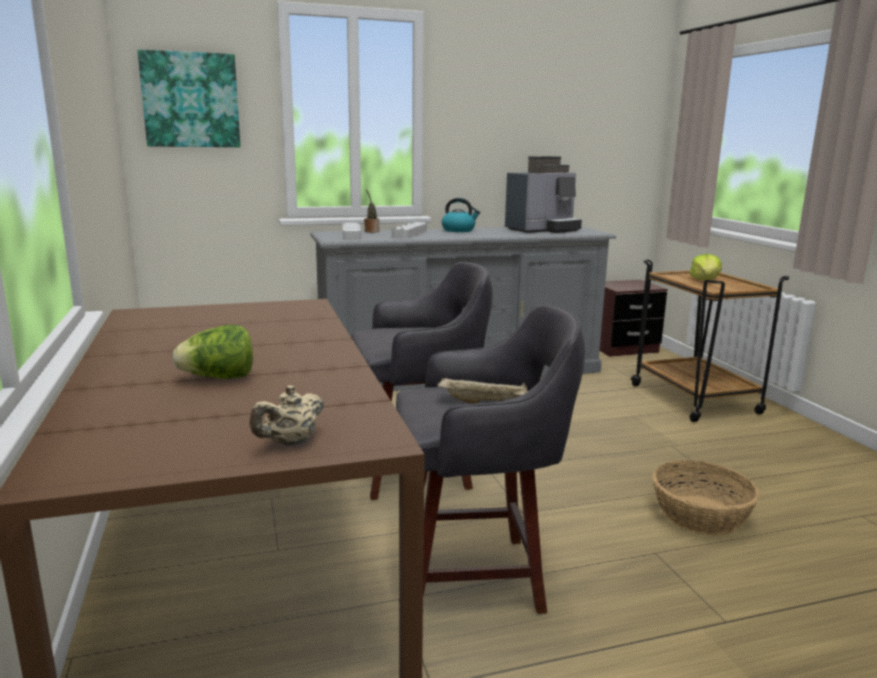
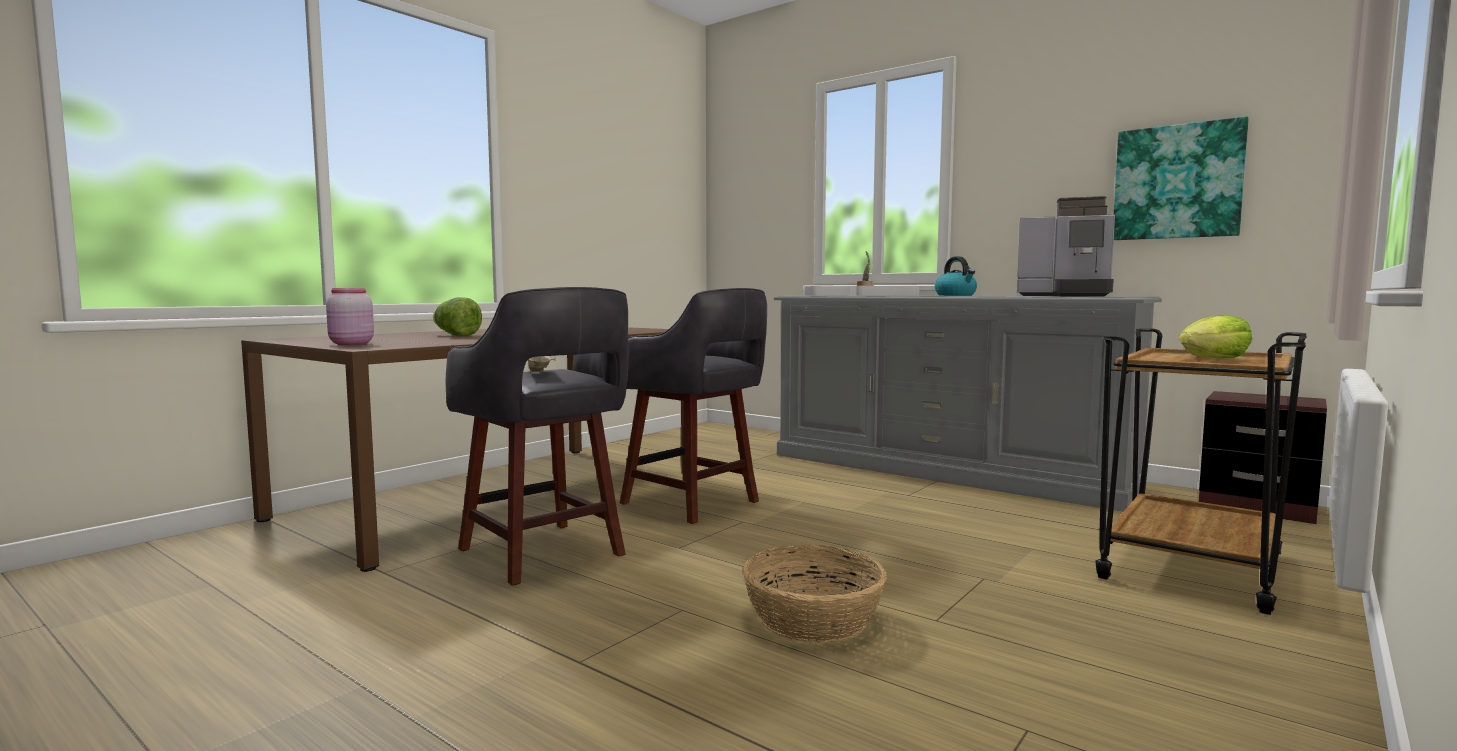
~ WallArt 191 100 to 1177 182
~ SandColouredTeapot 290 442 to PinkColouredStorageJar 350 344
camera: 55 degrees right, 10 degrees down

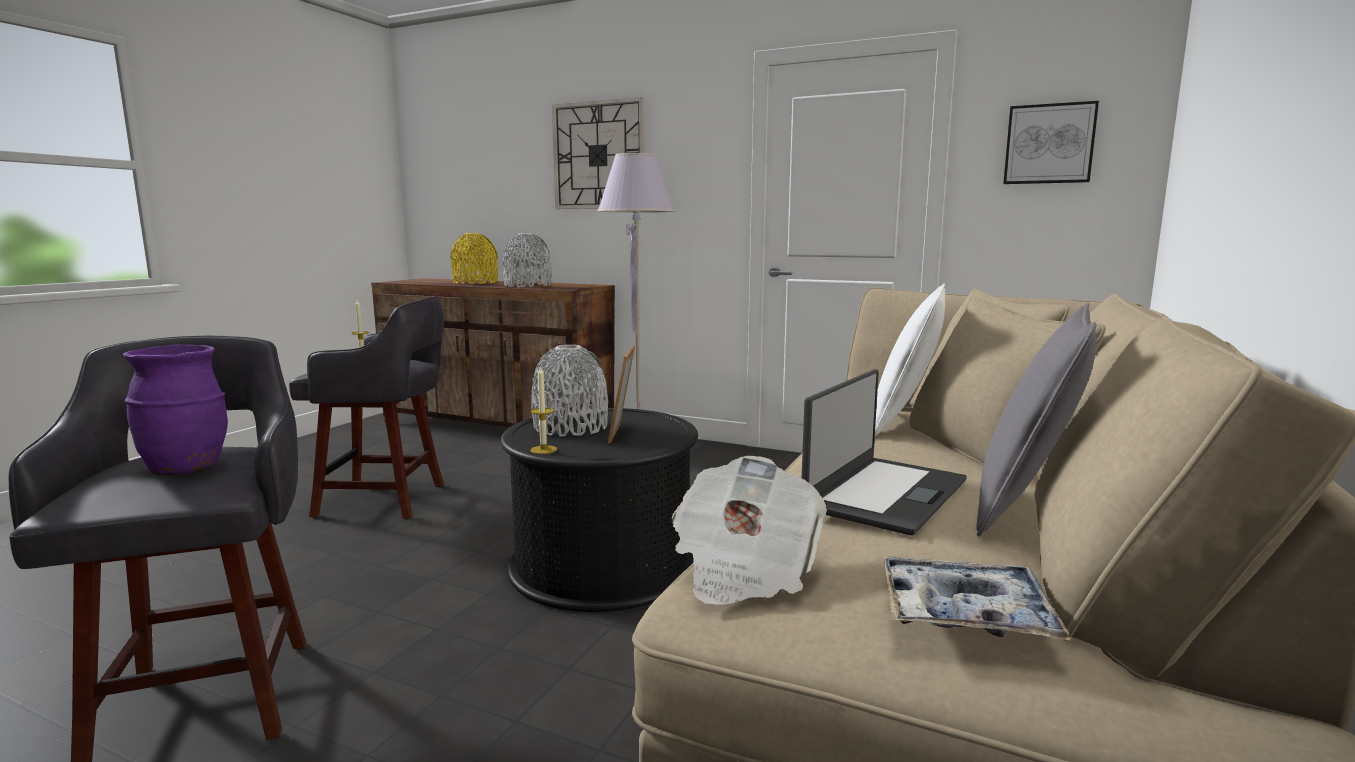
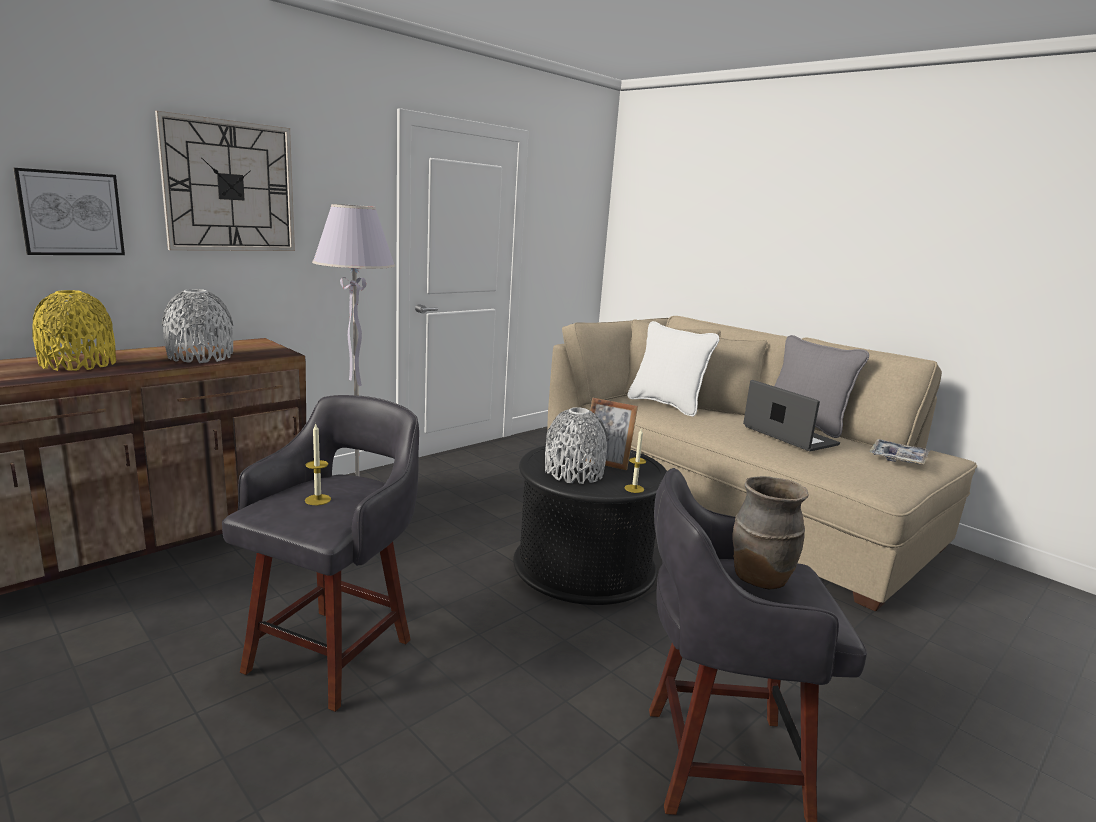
~ PurpleVase 187 469 to BrownColouredVase 759 579
- Newspaper 744 568
~ WallArt 1049 144 to 71 213
camera: 70 degrees left, 5 degrees up

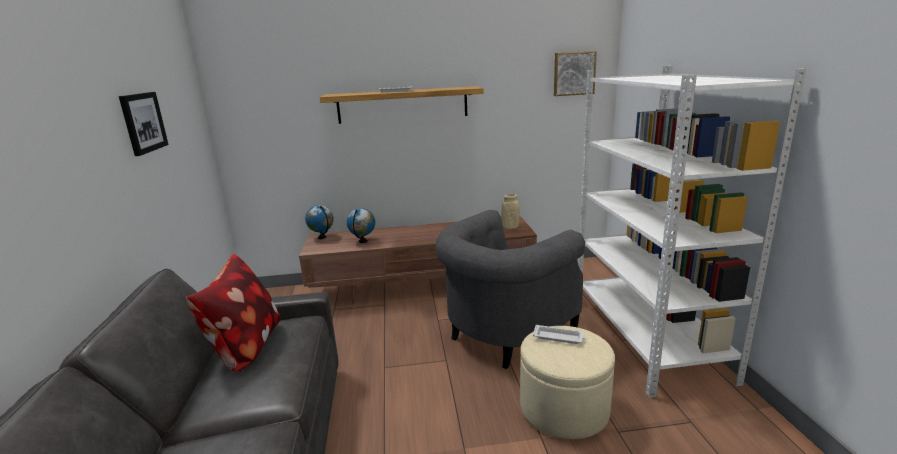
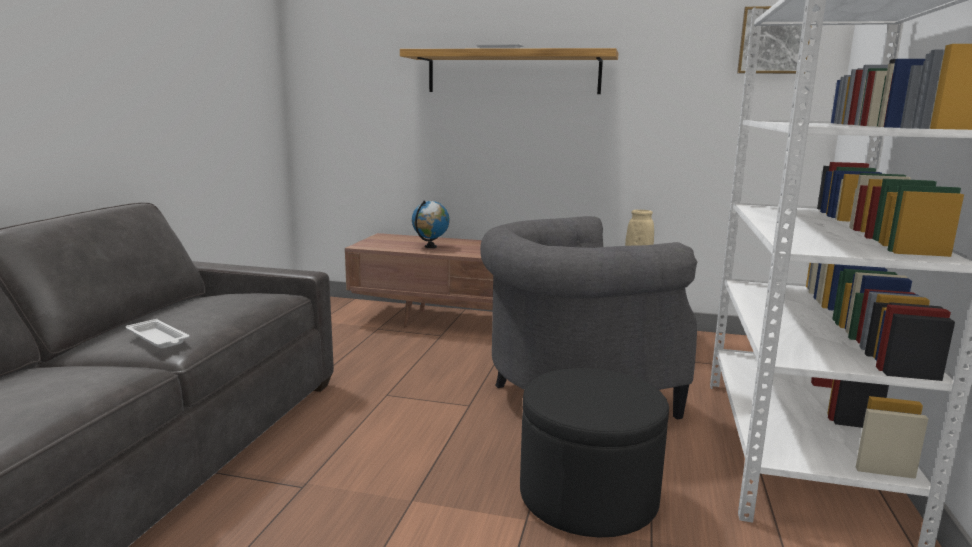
- WallArt 143 122
- Cushion 245 347
- Globe 322 237
~ SandColouredOttoman 563 409 to BlackColouredOttoman 588 497
~ WhiteServingTray 559 337 to 158 338
camera: 20 degrees right, 5 degrees down

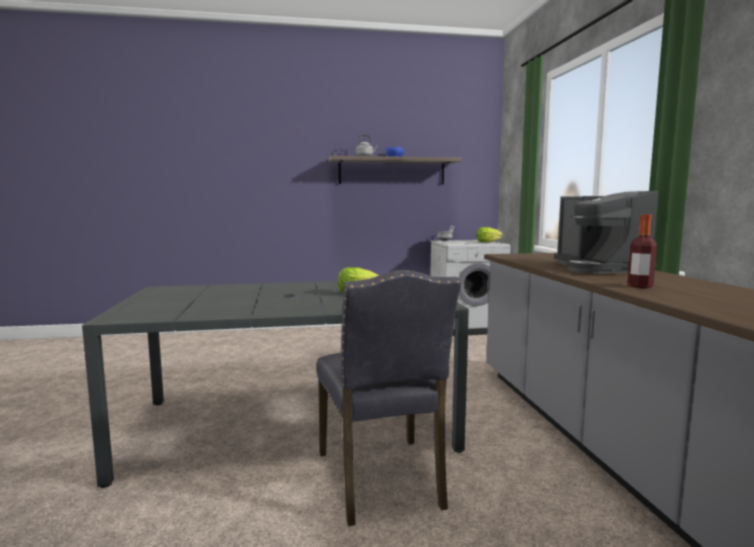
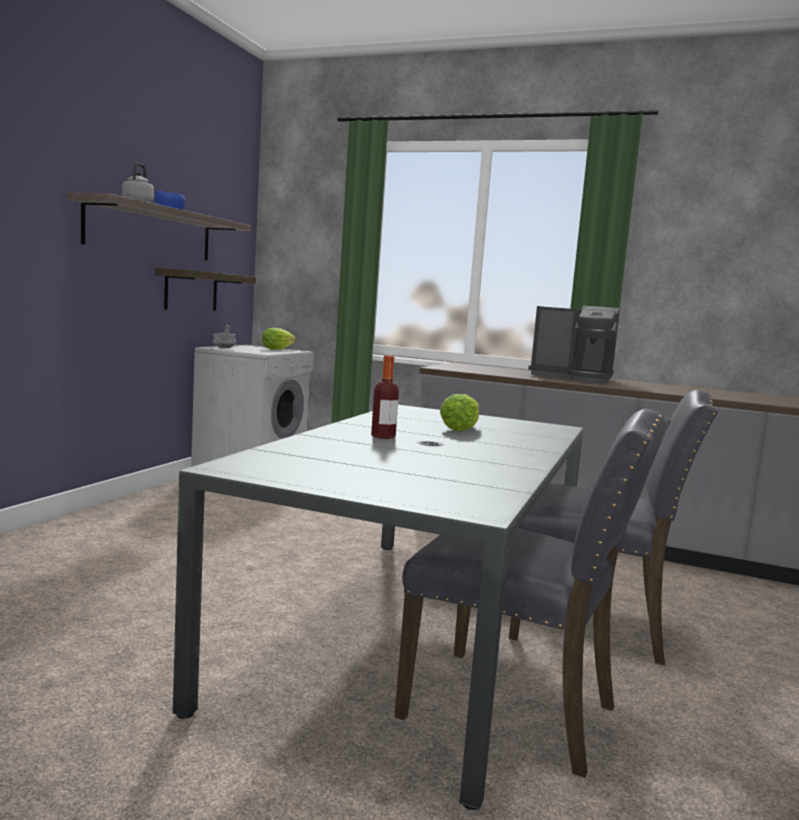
~ BeverageBottle 640 286 to 383 436
+ Shelf 191 290
+ GrayUprightChair 515 711
camera: 60 degrees left, 0 degrees up

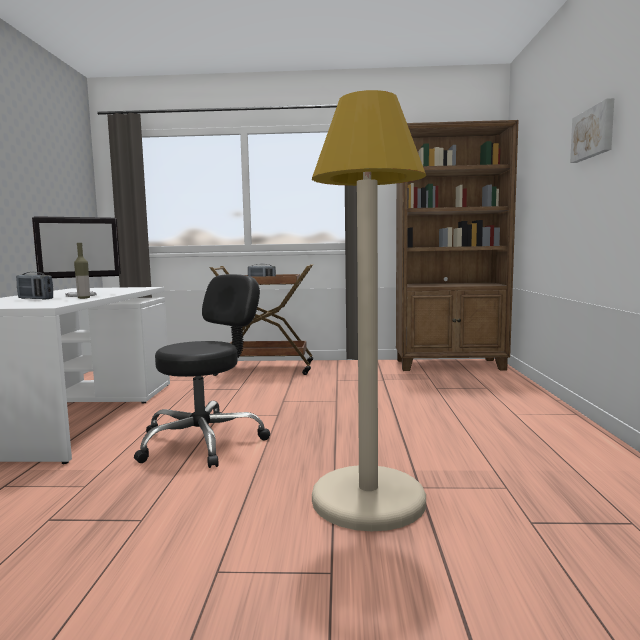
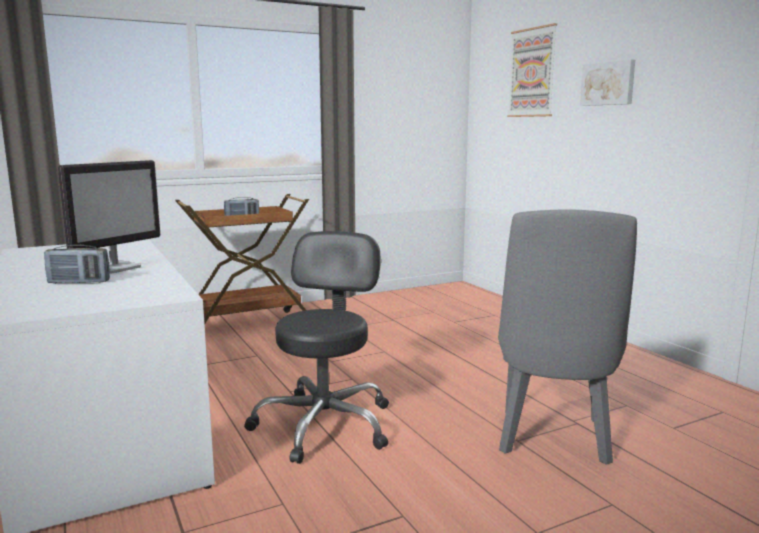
- BeverageBottle 84 298
~ SandColouredFloorLamp 368 499 to GrayUprightChair 553 441
- BrownColouredShelvingUnit 450 365
+ WallArt 532 73
camera: 30 degrees left, 5 degrees up

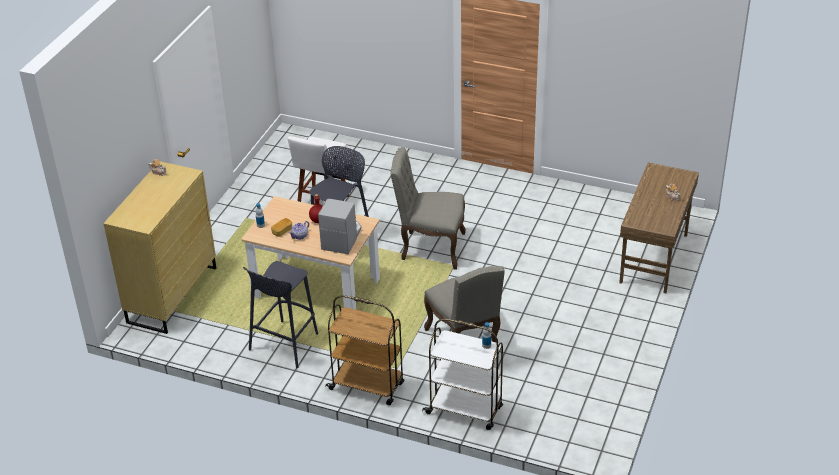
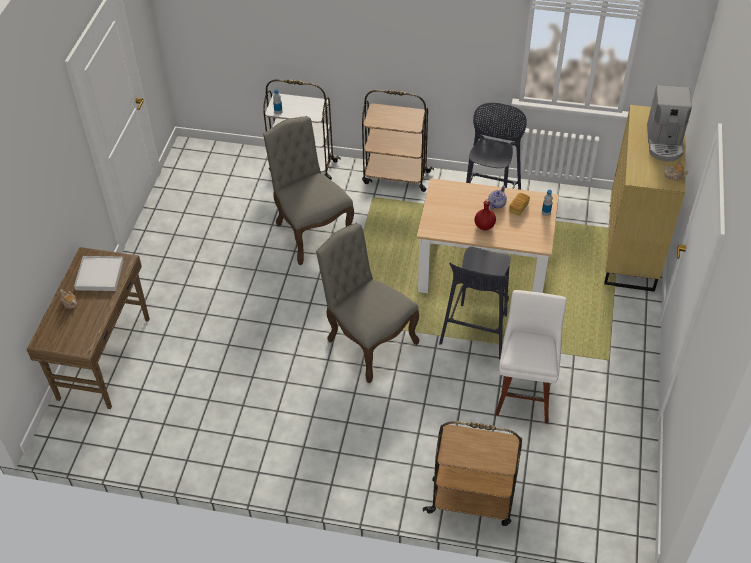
~ CoffeeBrewer 342 238 to 664 142
~ GrayUprightChair 431 248 = 369 342 135 degrees counterclockwise
+ WhiteServingTray 100 275
+ BrownColouredTrolley 471 503
camera: 170 degrees right, 10 degrees up

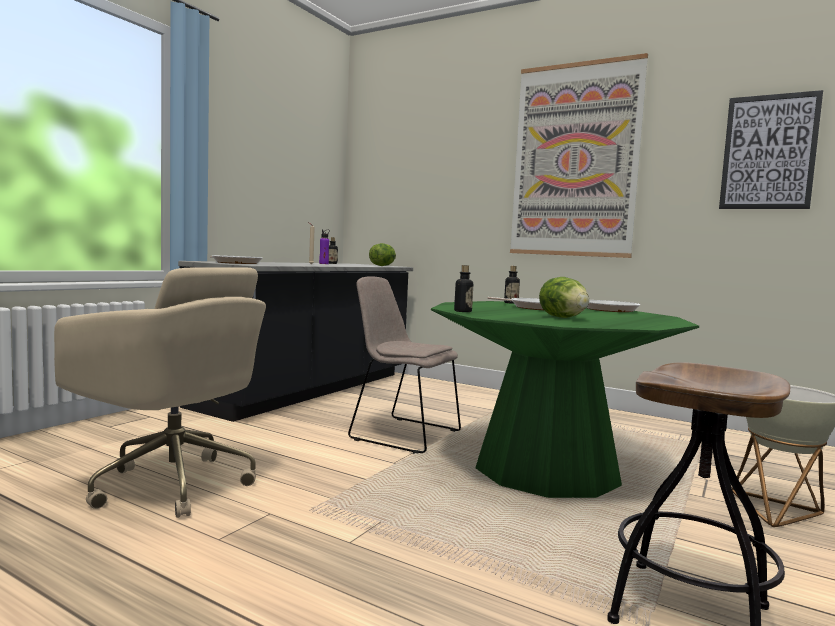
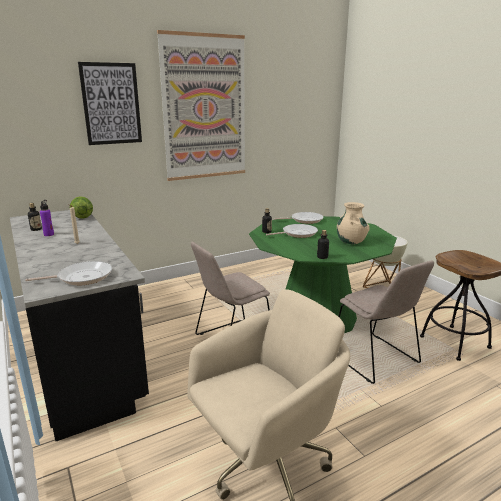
~ HeadOfLettuce 563 318 to SandColouredVase 351 242
~ WallArt 768 152 to 111 104
+ SandColouredUprightChair 376 360
camera: 60 degrees left, 15 degrees up

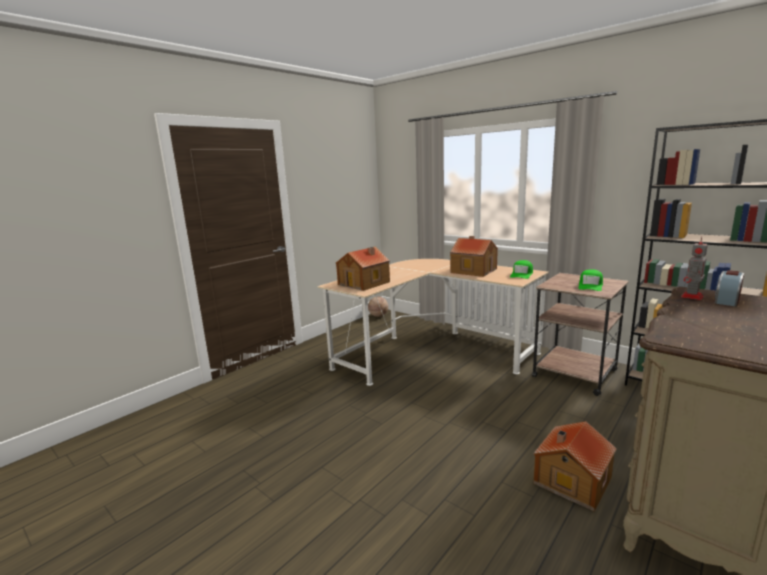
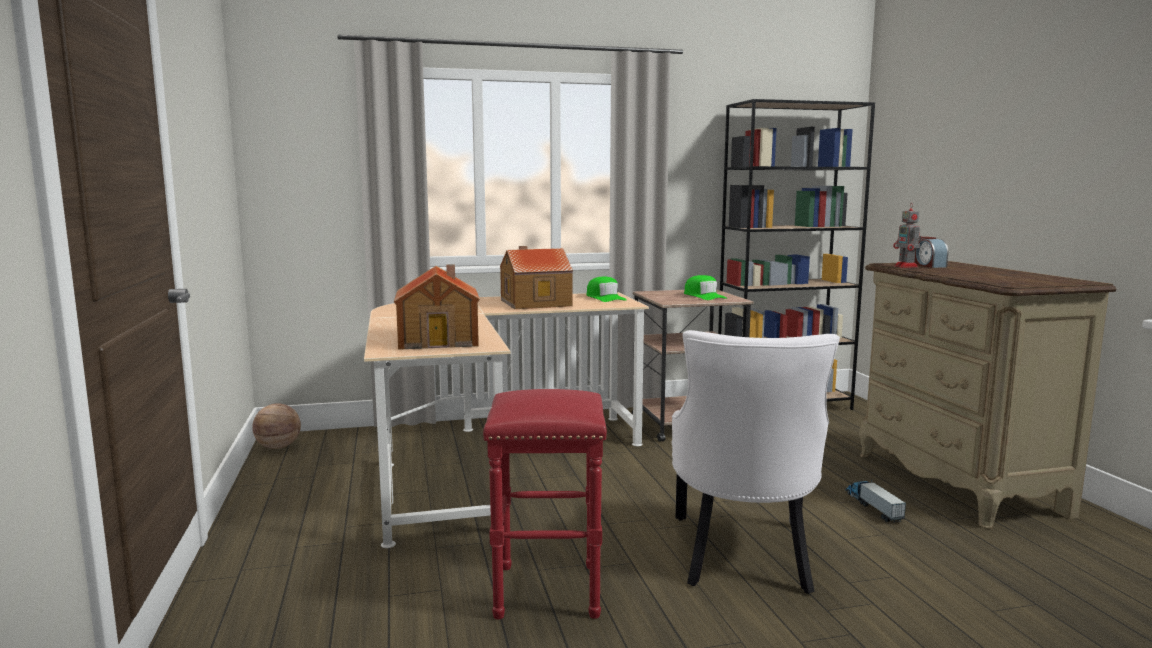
~ MiniatureHouse 570 480 to ToyLorry 872 507
+ ReddishStoolSeat 545 591
+ WhiteUprightChair 741 551
camera: 55 degrees left, 5 degrees down

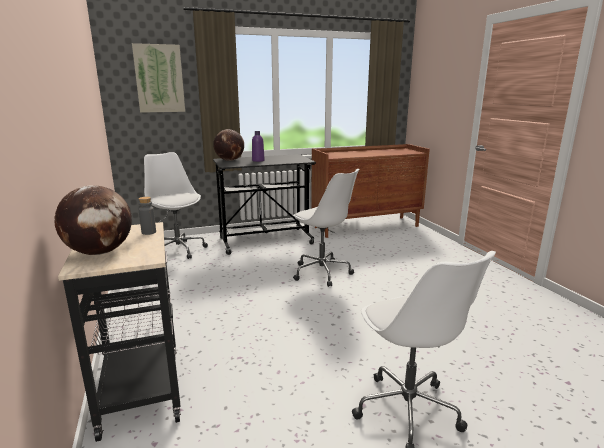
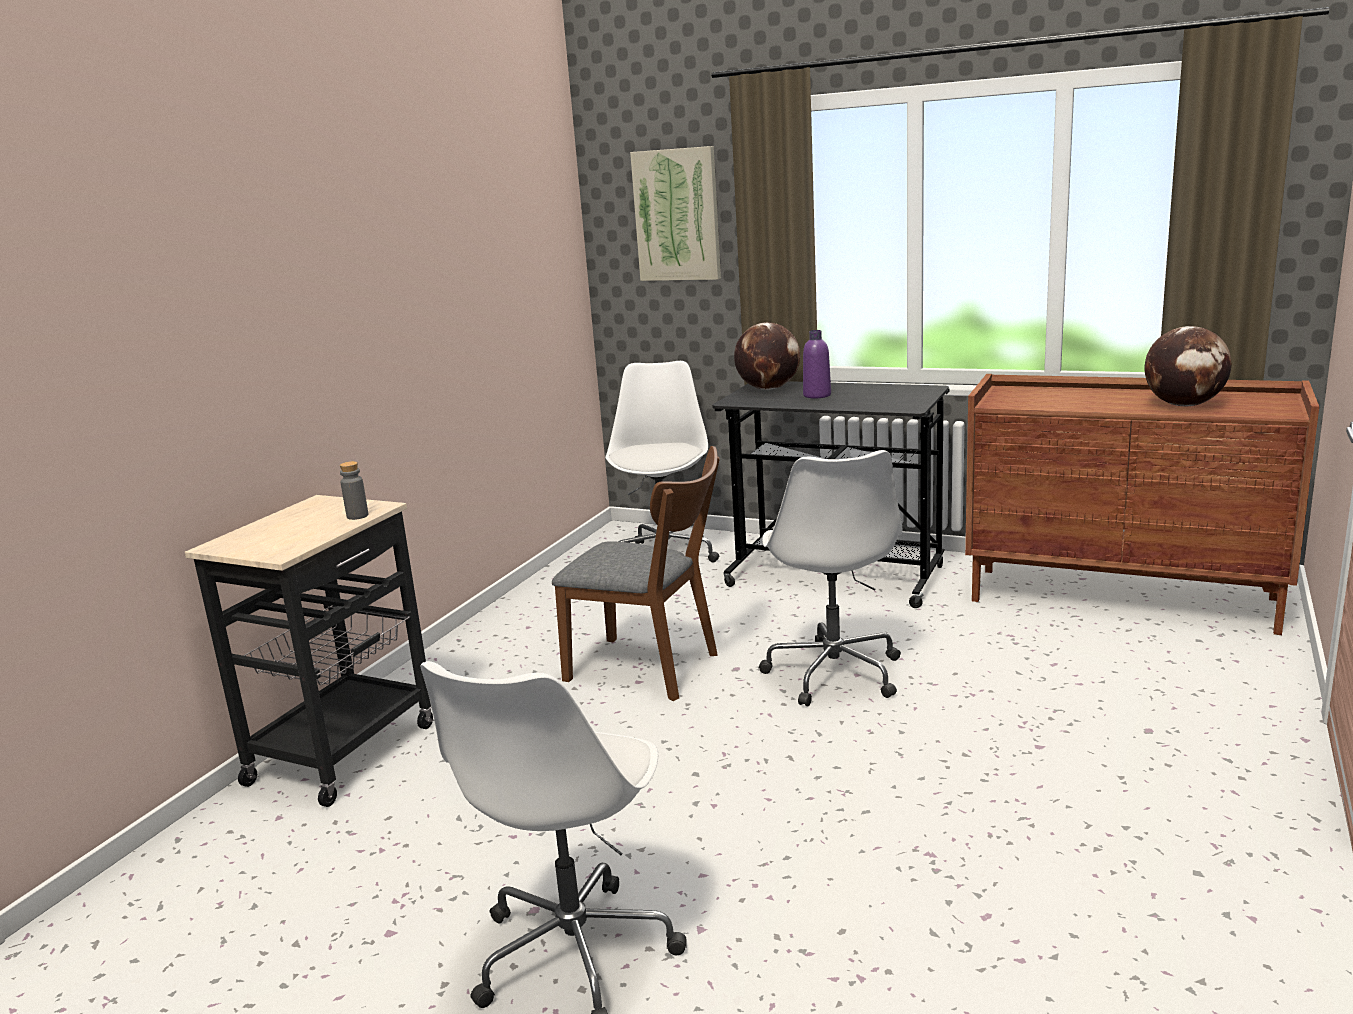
~ Globe 100 252 to 1184 405
+ BrownColouredUprightChair 652 669
camera: 45 degrees right, 0 degrees up

